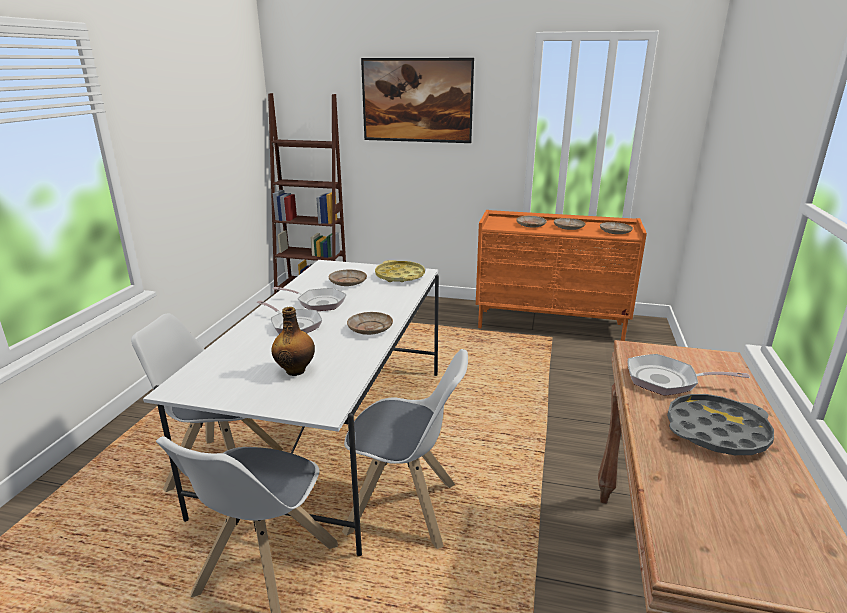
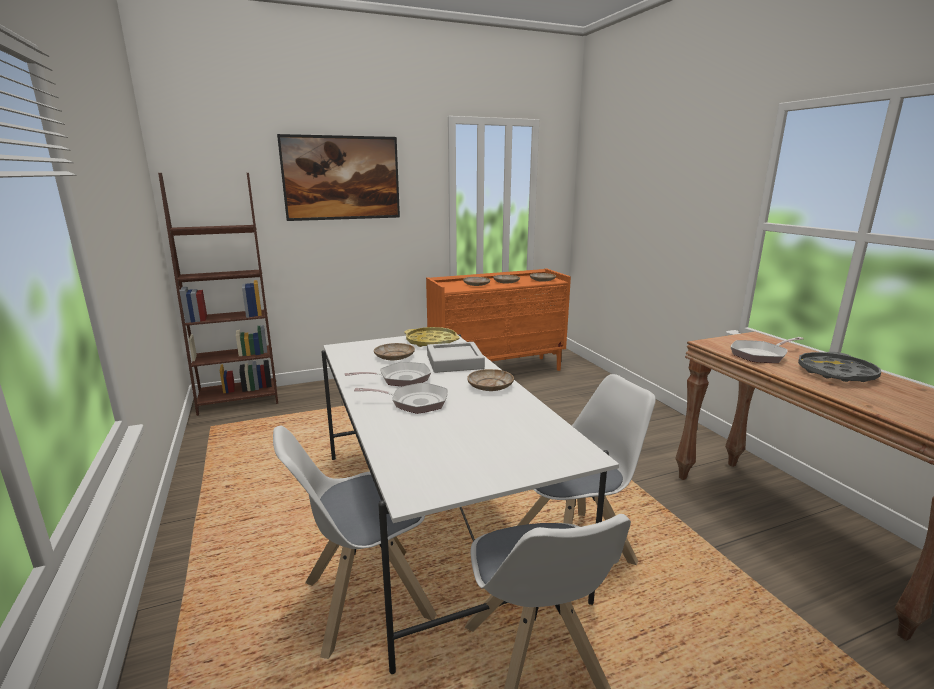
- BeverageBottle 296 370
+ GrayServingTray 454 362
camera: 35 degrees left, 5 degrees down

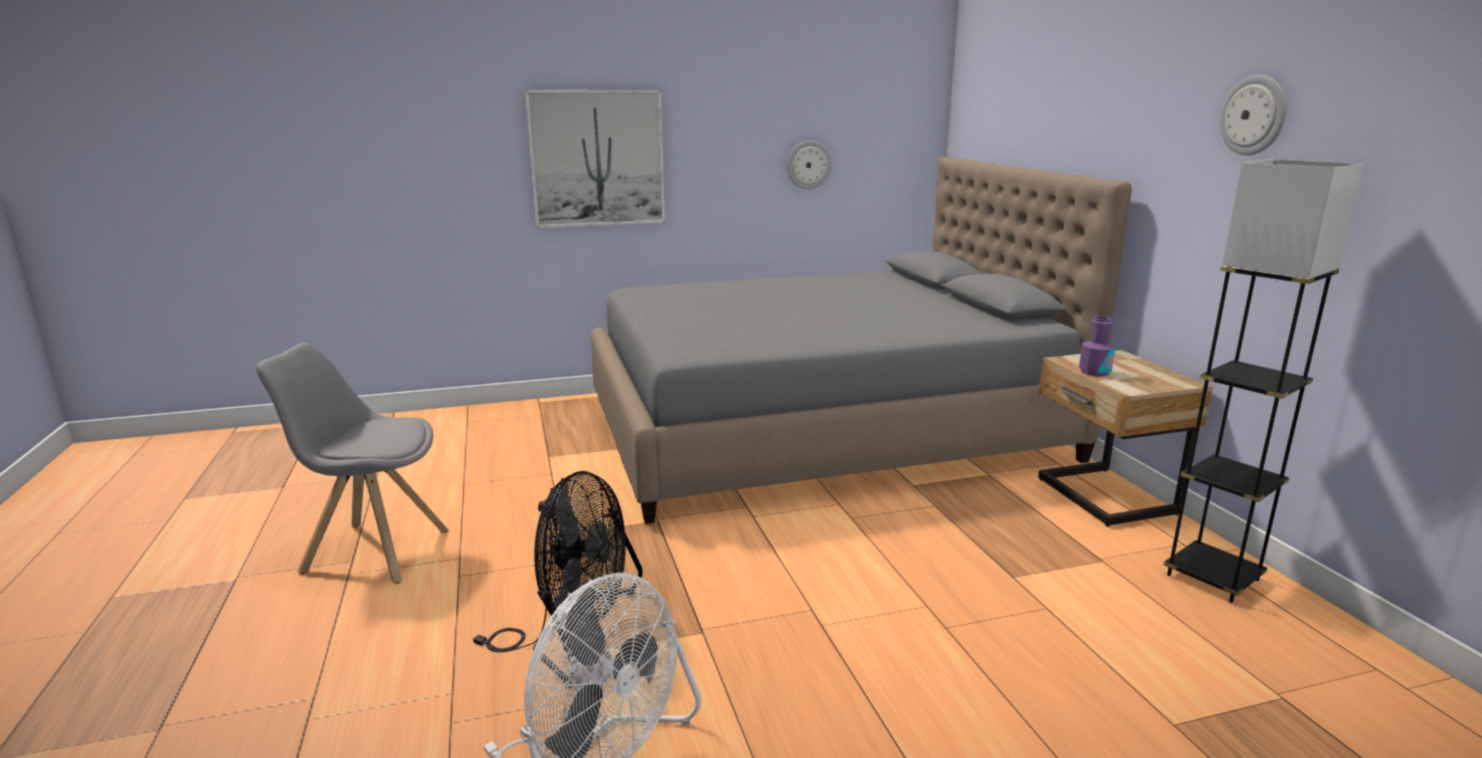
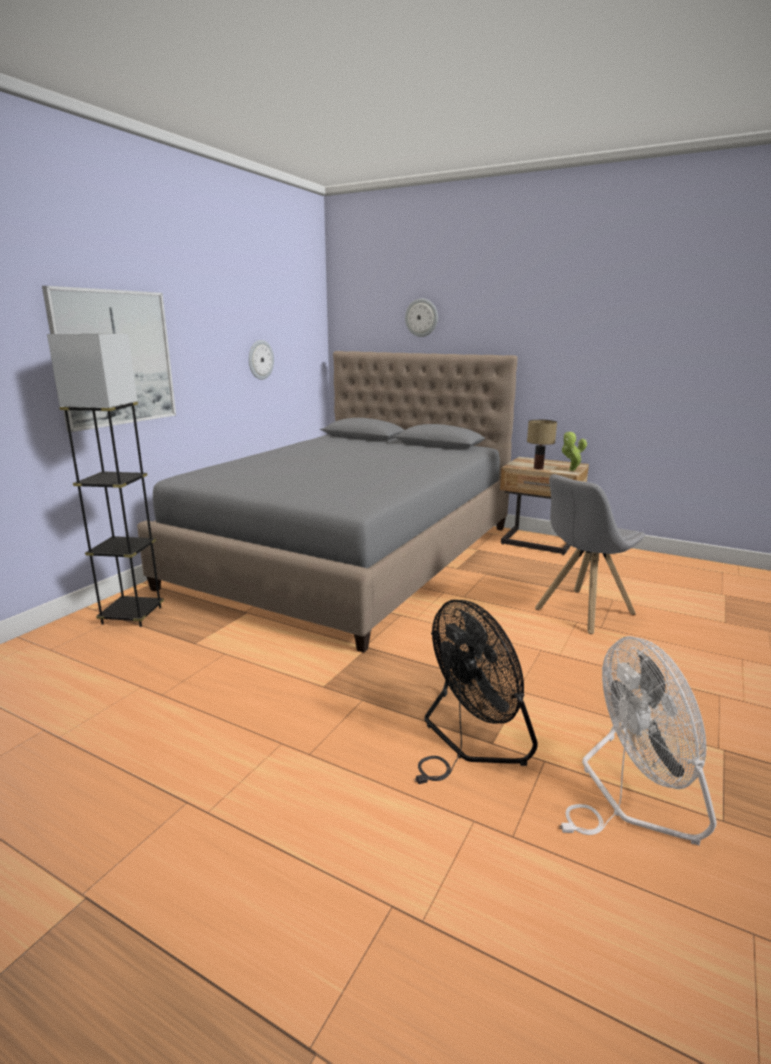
~ GrayUprightChair 375 551 to 583 611
~ PurpleBeverageBottle 1094 372 to TableLamp 537 468
~ GrayFloorLamp 1212 577 to 132 615
~ WallClock 1254 115 to 421 317
+ PlantInAPot 571 470
camera: 45 degrees left, 0 degrees up

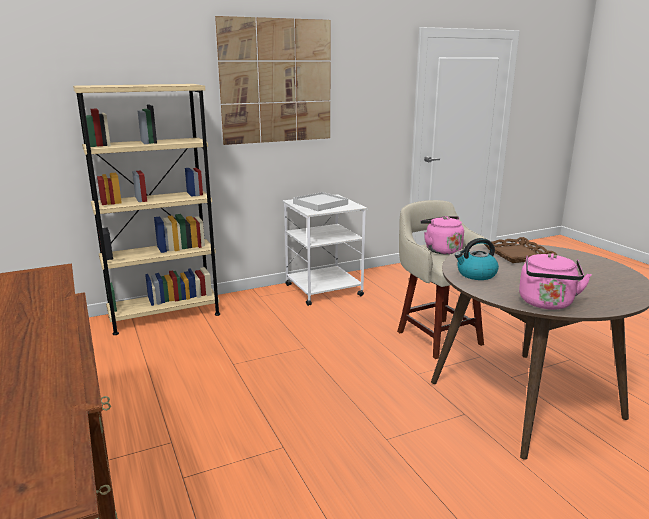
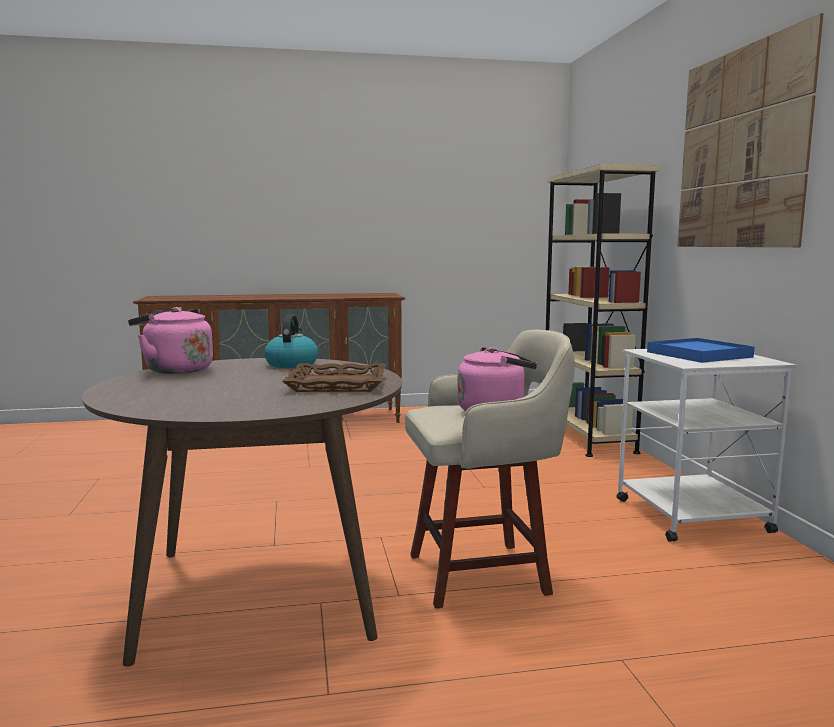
~ WhiteServingTray 320 204 to BlueServingTray 699 354
camera: 105 degrees right, 10 degrees down

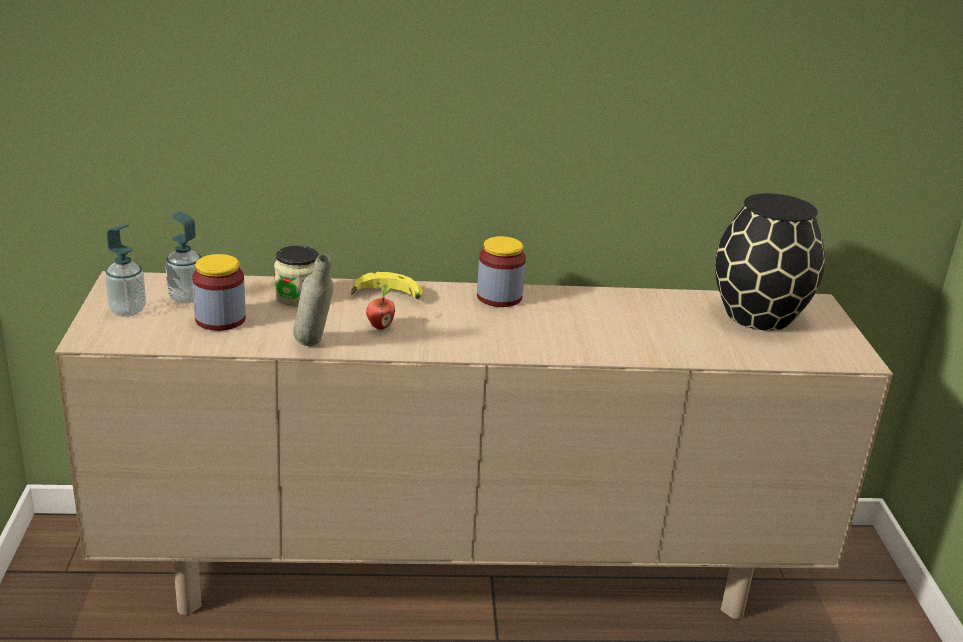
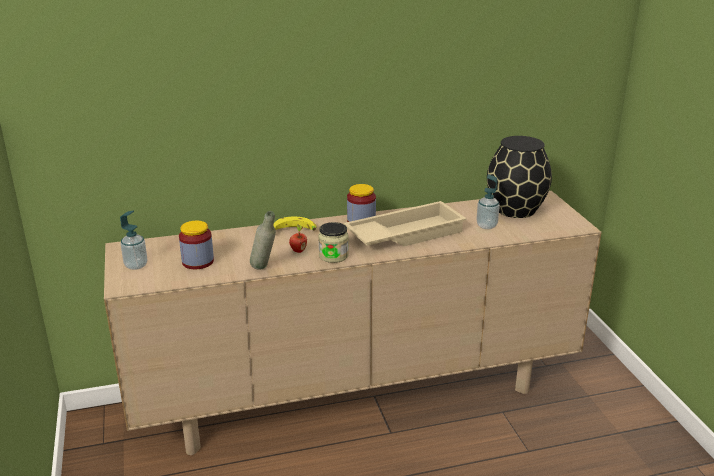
~ LiquidSoapBottle 186 297 to 486 226
~ StorageJar 298 297 to 333 256
+ SandColouredServingTray 405 233
camera: 10 degrees left, 0 degrees up

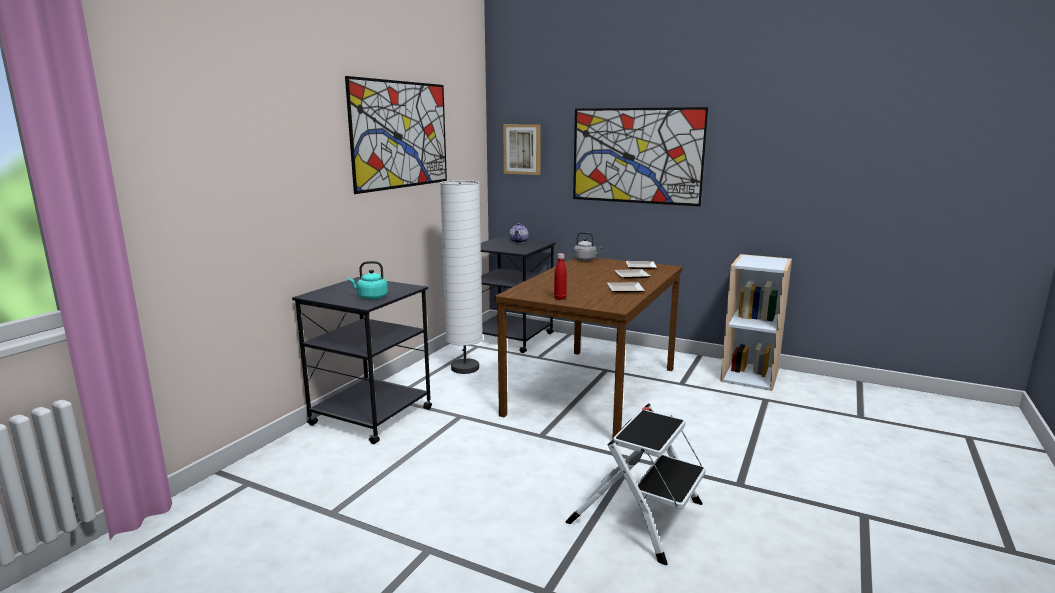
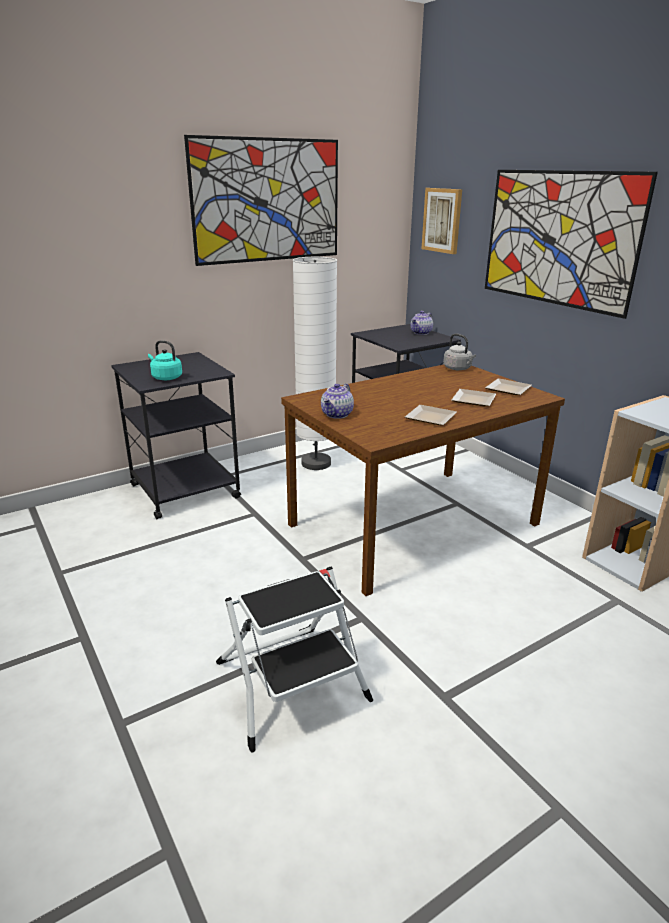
~ ReddishBeverageBottle 560 298 to Teapot 337 414
camera: 30 degrees right, 10 degrees up

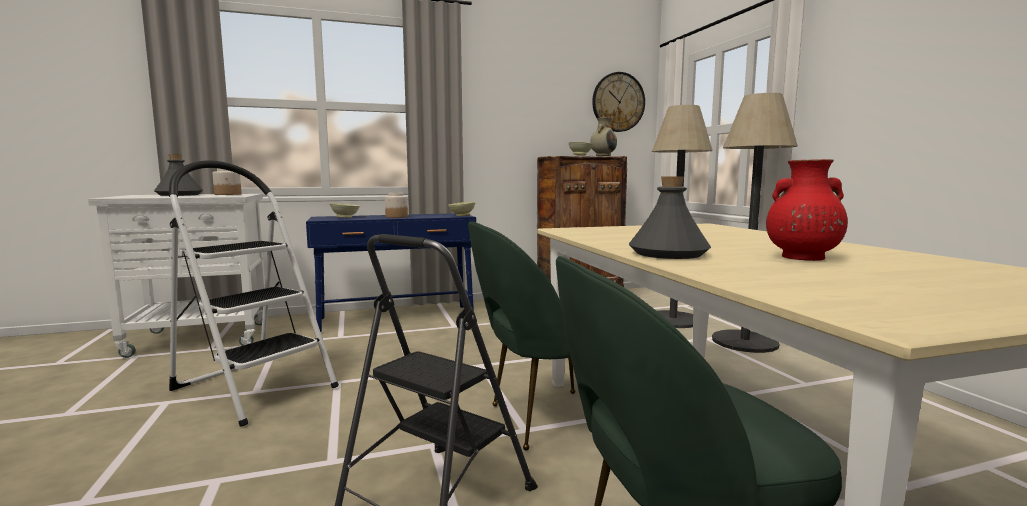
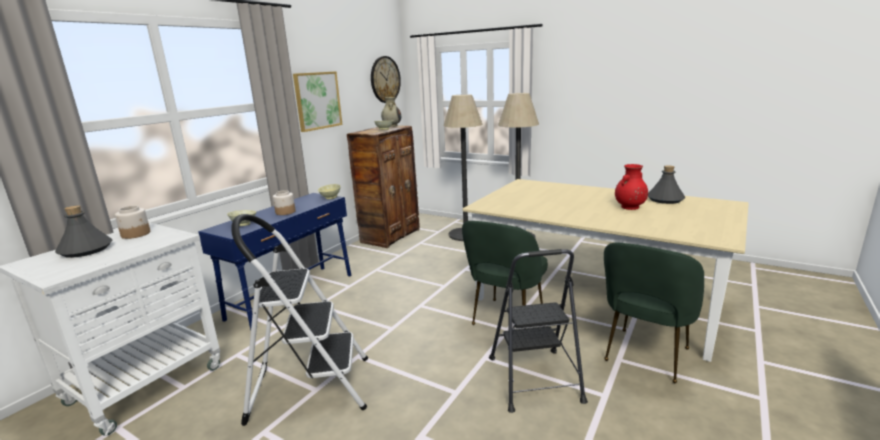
~ GrayBeverageBottle 668 253 to 665 199
+ WallArt 317 100
camera: 40 degrees left, 10 degrees up

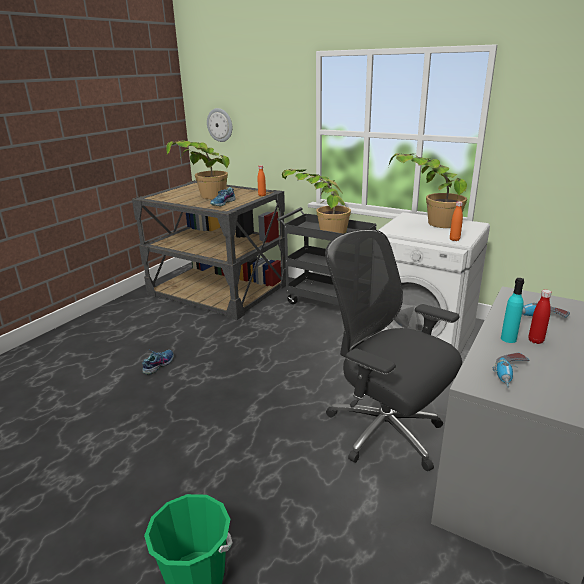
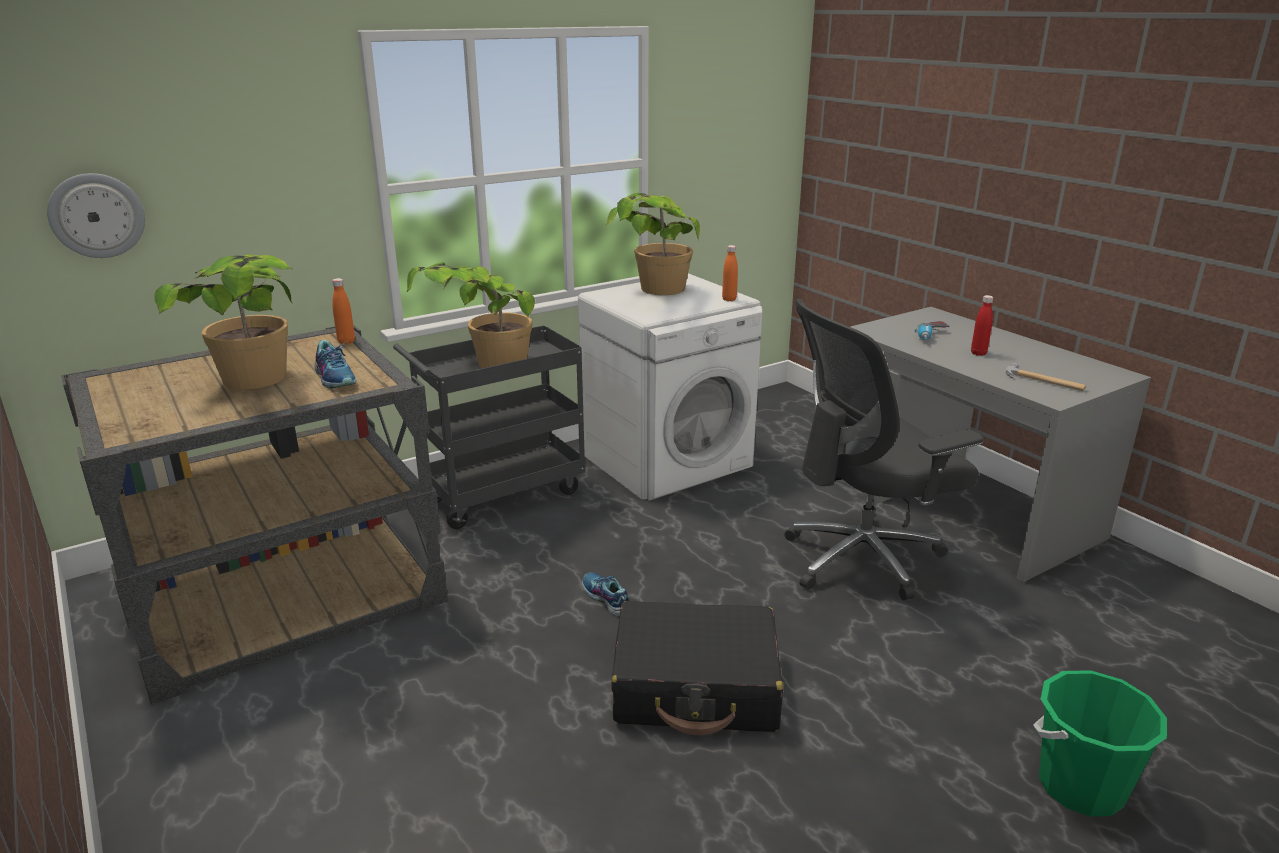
~ LowShoe 158 365 to 606 599
~ Drill 510 376 to Hammer 1043 382
- BlueGreenBeverageBottle 508 339
+ BlackColouredTravelCase 696 687
camera: 65 degrees left, 0 degrees up

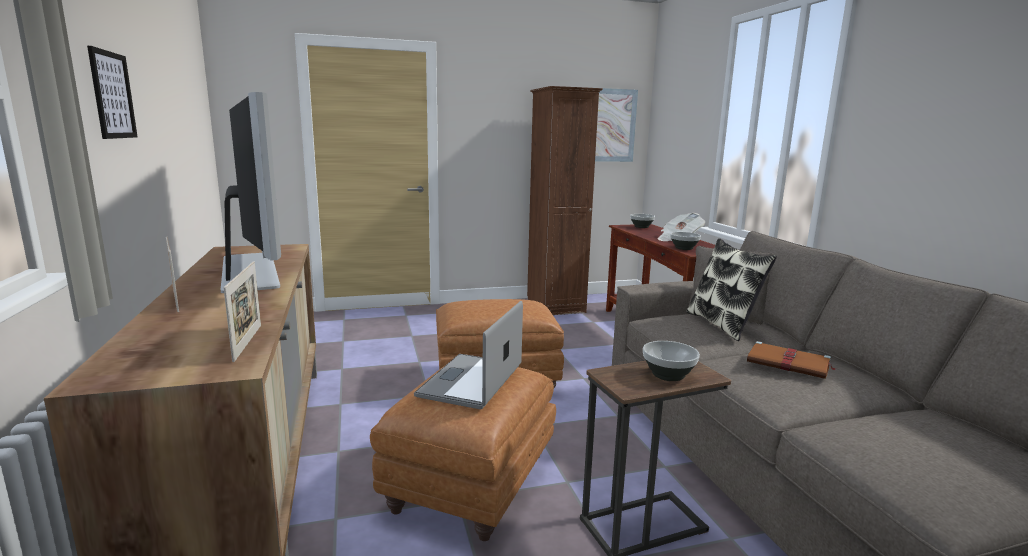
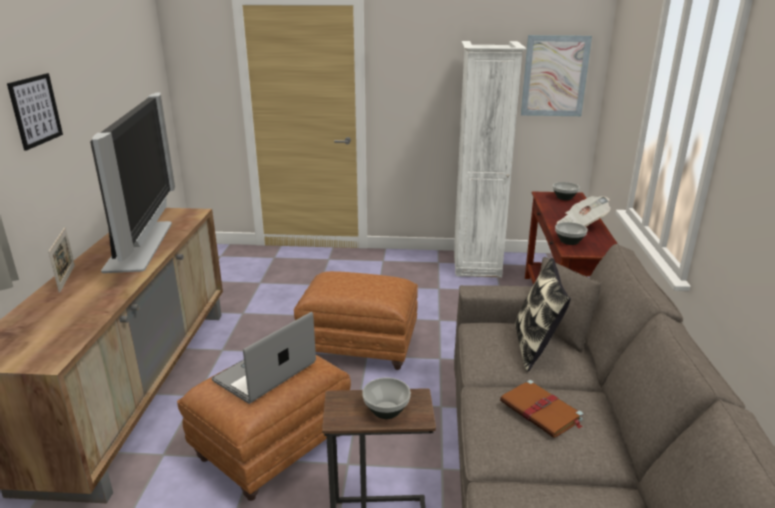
- PhotoFrame 247 342
~ BrownColouredStorageCabinet 556 306 to WhiteStorageCabinet 477 265
camera: 20 degrees right, 10 degrees up

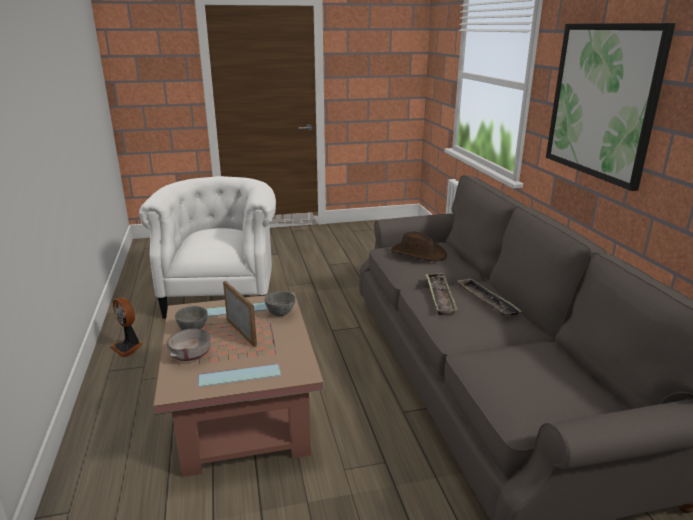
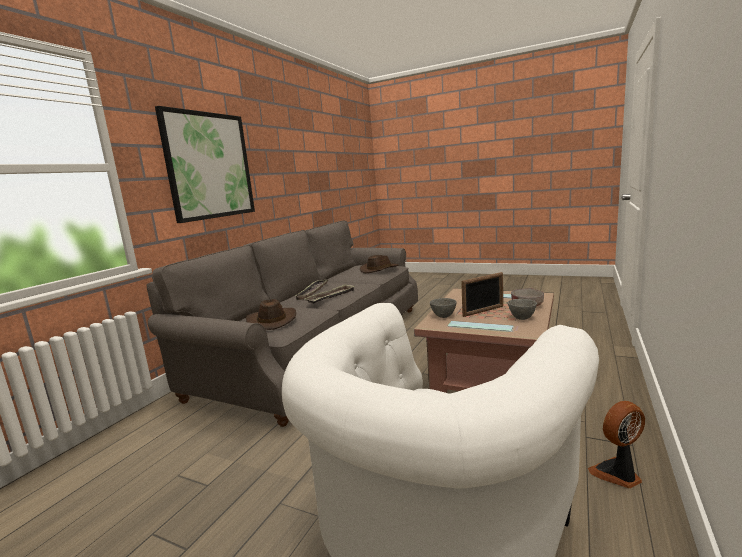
~ ElectricFan 128 347 = 617 474 105 degrees counterclockwise
~ PhotoFrame 241 332 = 483 311 120 degrees counterclockwise
+ BrownColouredWearableHat 379 269
camera: 140 degrees left, 10 degrees down

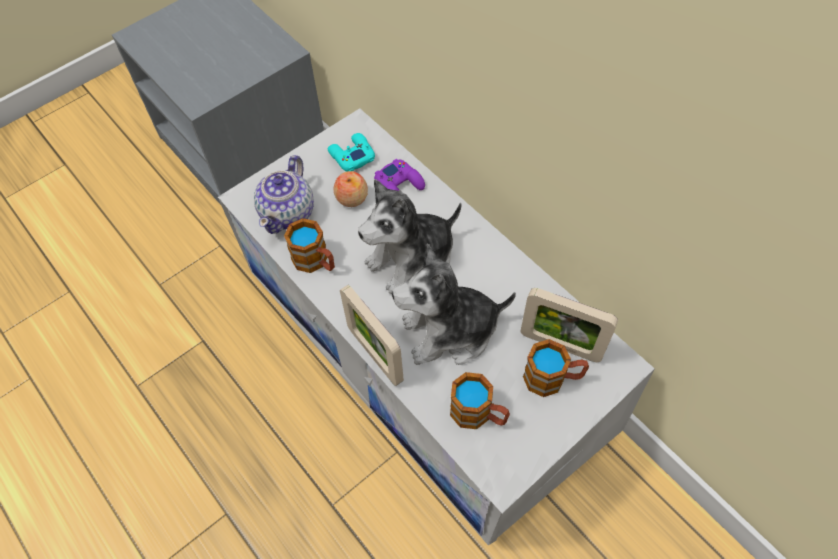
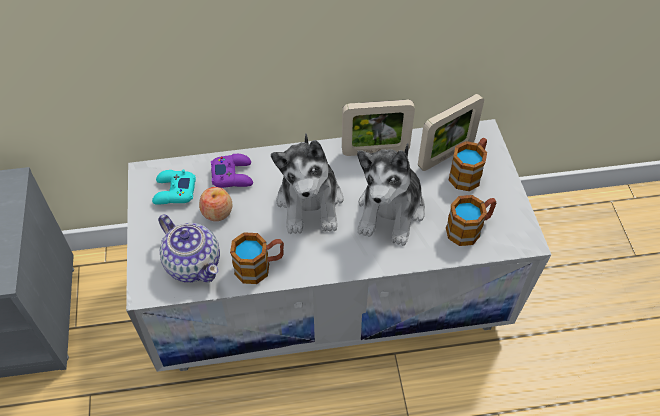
~ PhotoFrame 375 355 to 375 151
camera: 60 degrees left, 5 degrees down

